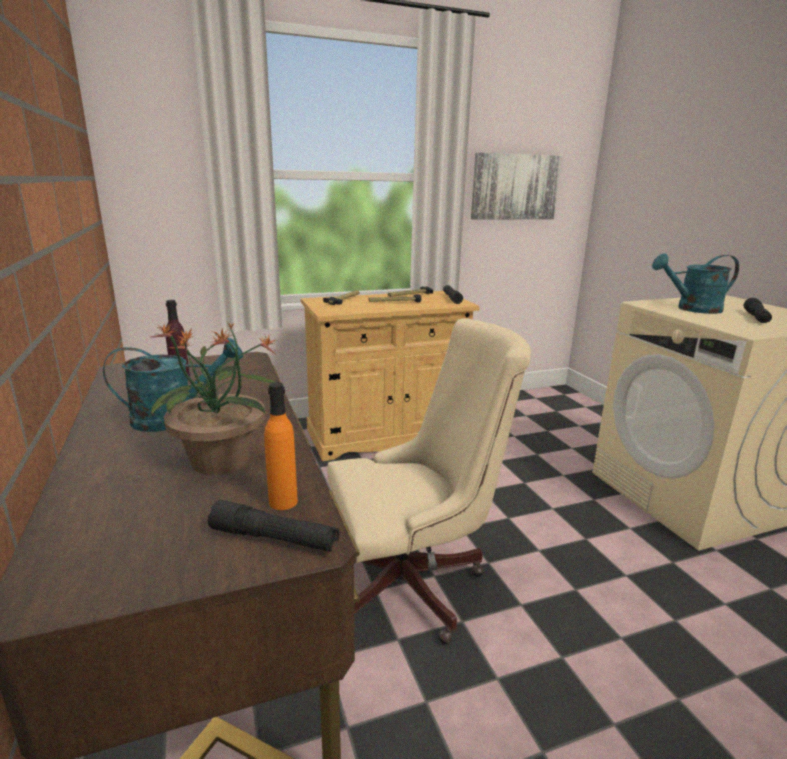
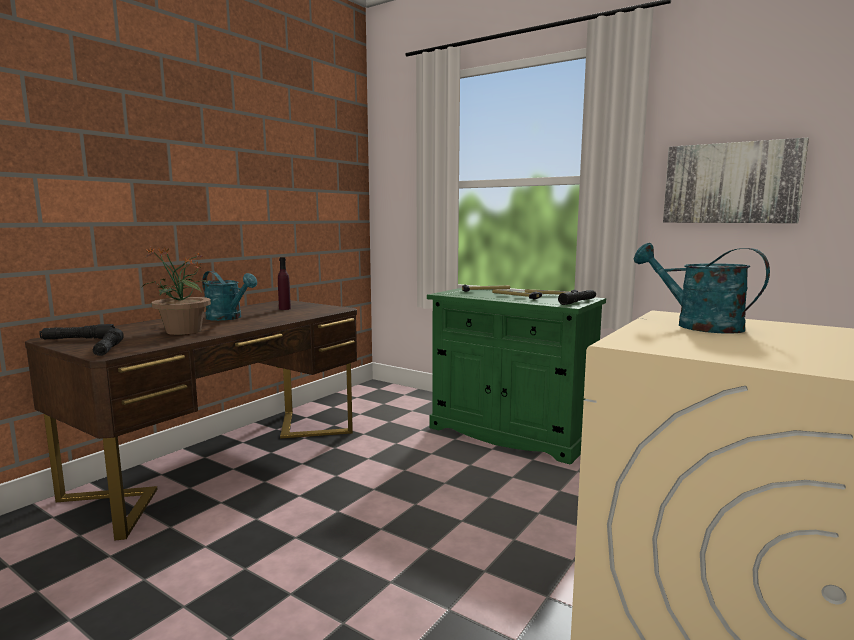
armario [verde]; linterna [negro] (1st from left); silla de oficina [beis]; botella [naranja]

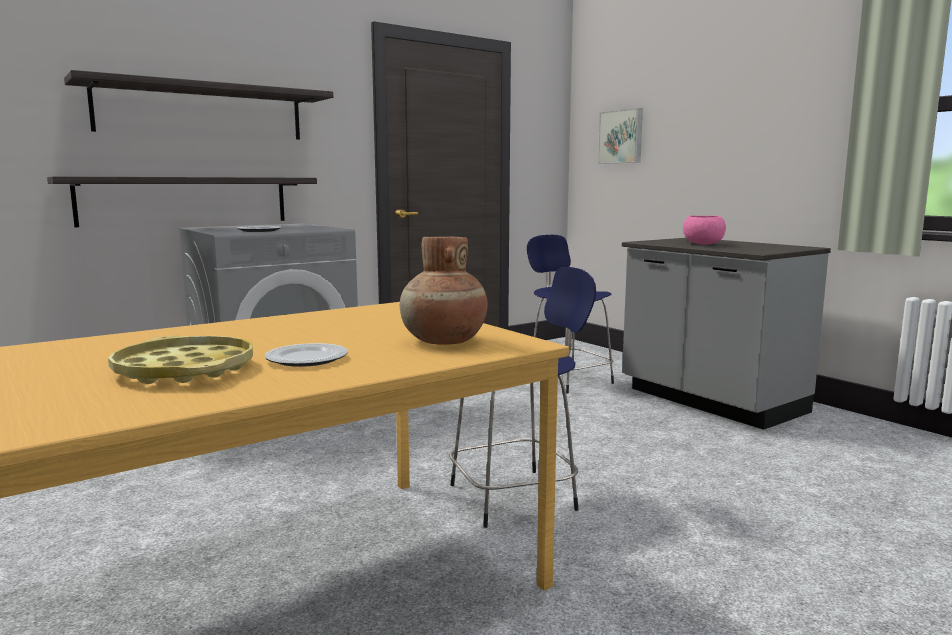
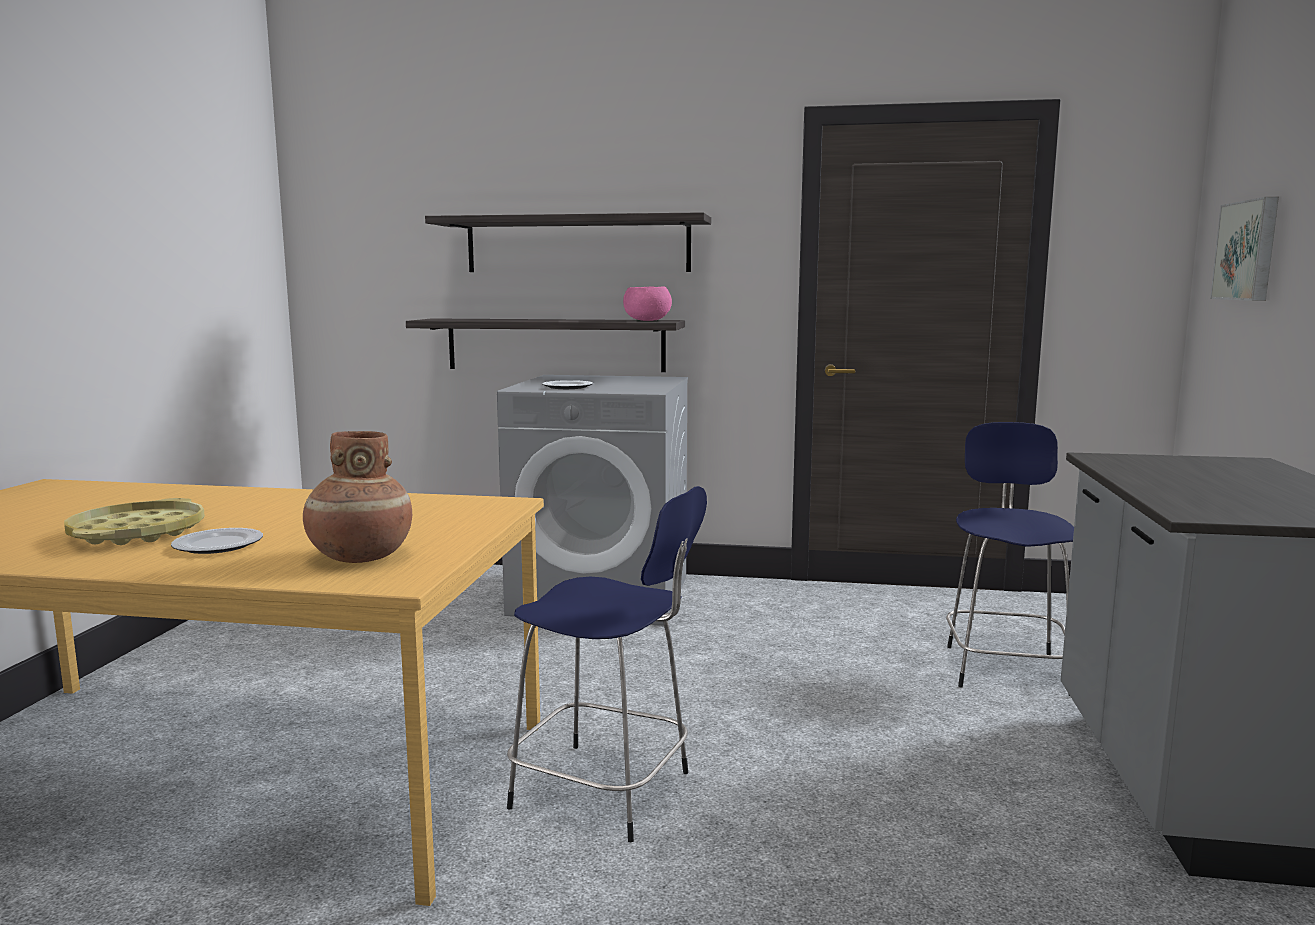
cuenco [rosa]

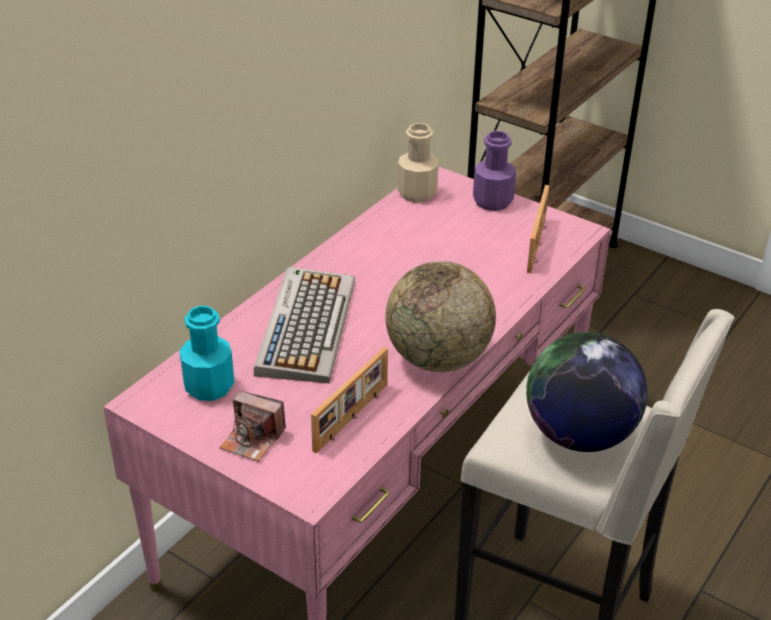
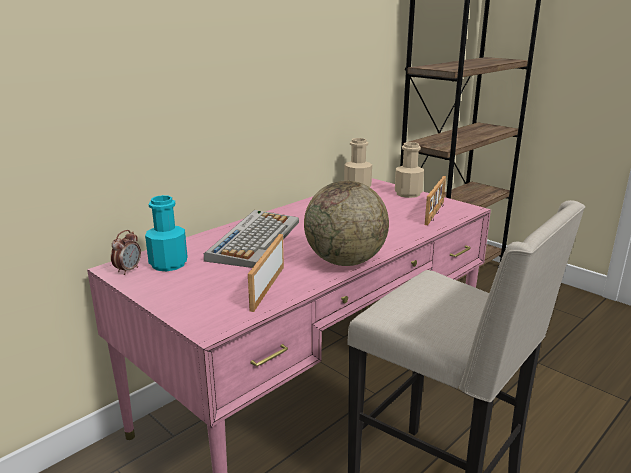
botella [beis] (2nd from left); globo terráqueo (2nd from left in the first image); portarretratos (1st from left); cámara; despertador

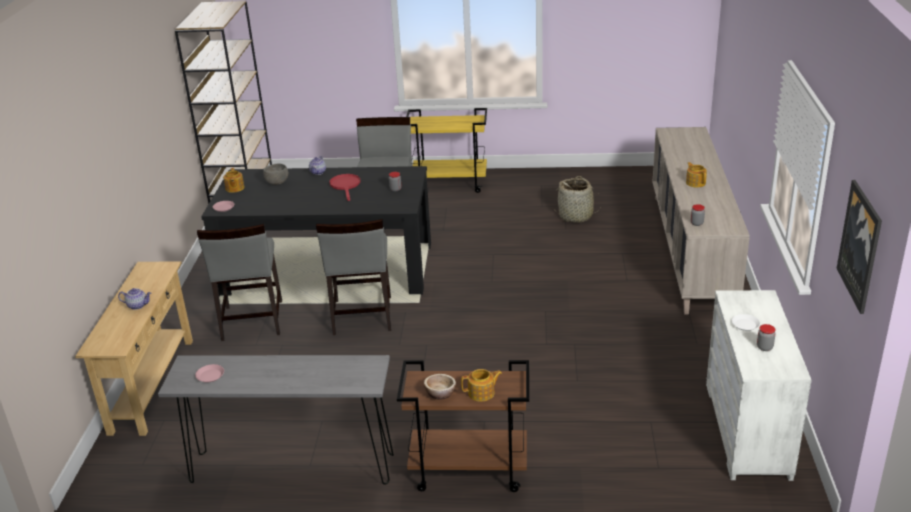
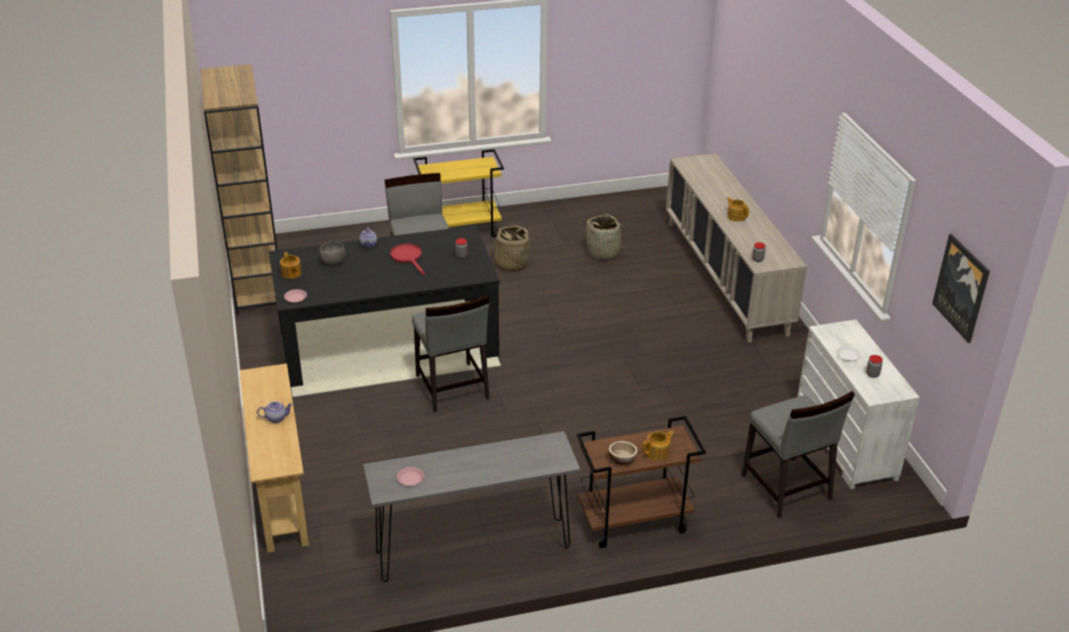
silla [gris] (3rd from left); cesta (1st from left)

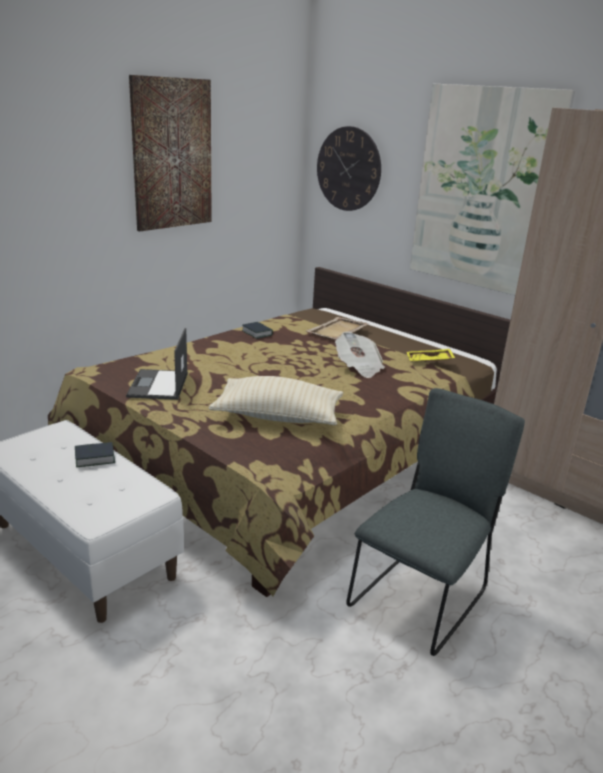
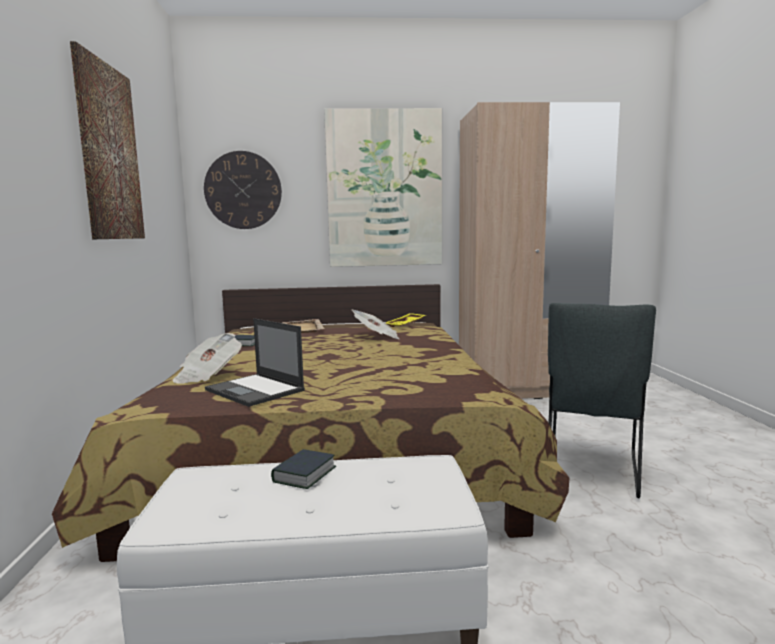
cojín [beis]; silla [gris]; periódico (1st from left)

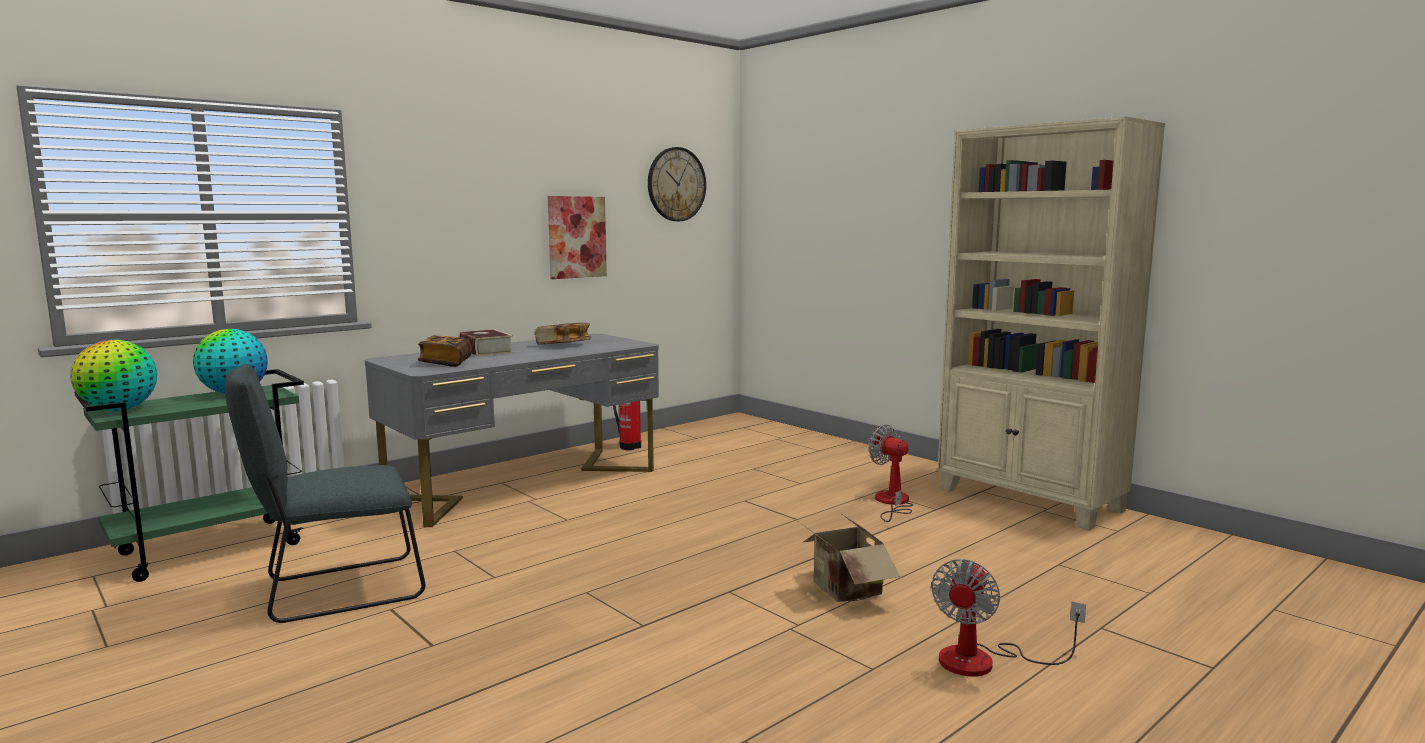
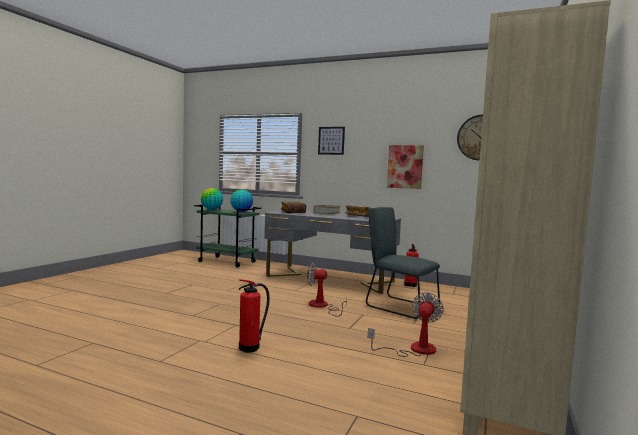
silla [gris]; extintor (1st from left); ventilador (1st from left); cuadro (1st from left)

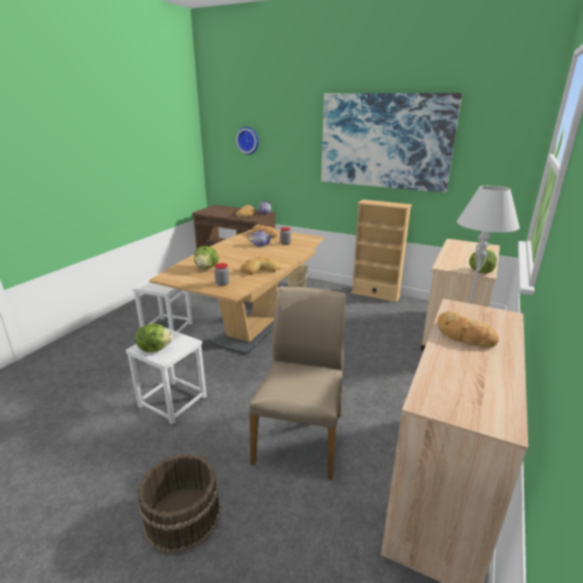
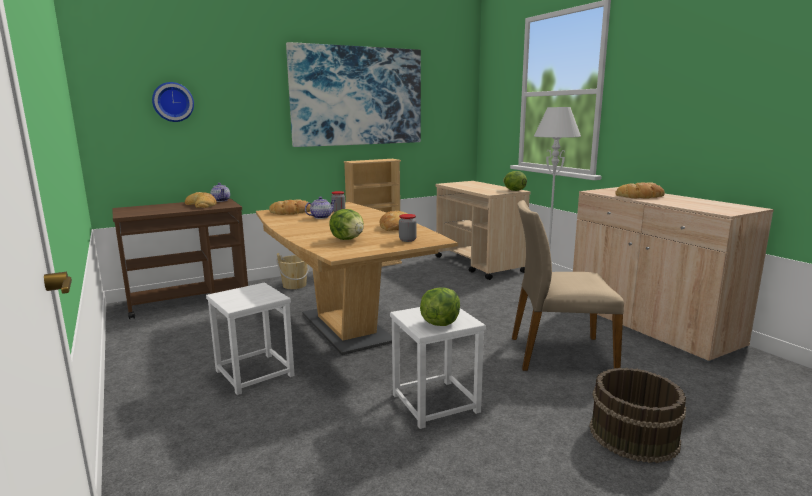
silla [beis]

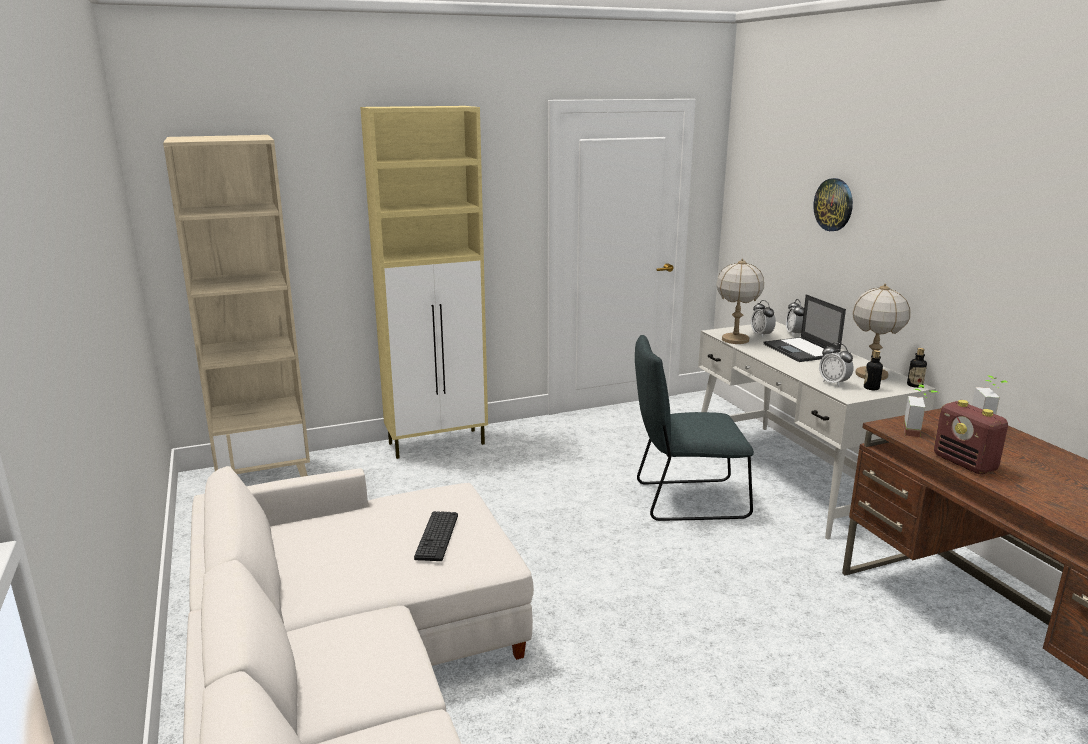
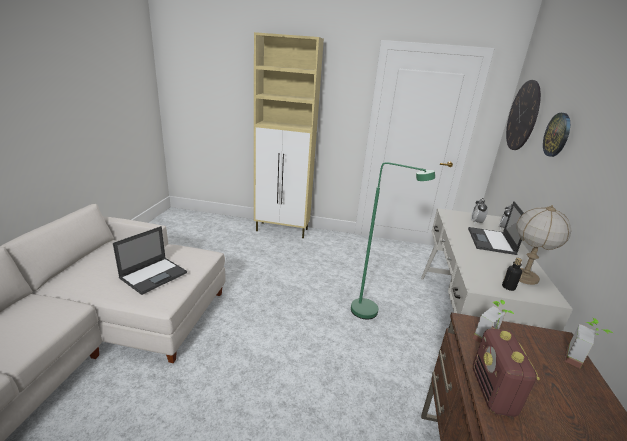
estantería [beis]; lámpara de mesa (1st from left in the first image); lámpara de pie [verde]; despertador (3rd from left in the first image); botella (2nd from left in the first image); portátil (1st from left); reloj de pared (1st from left)

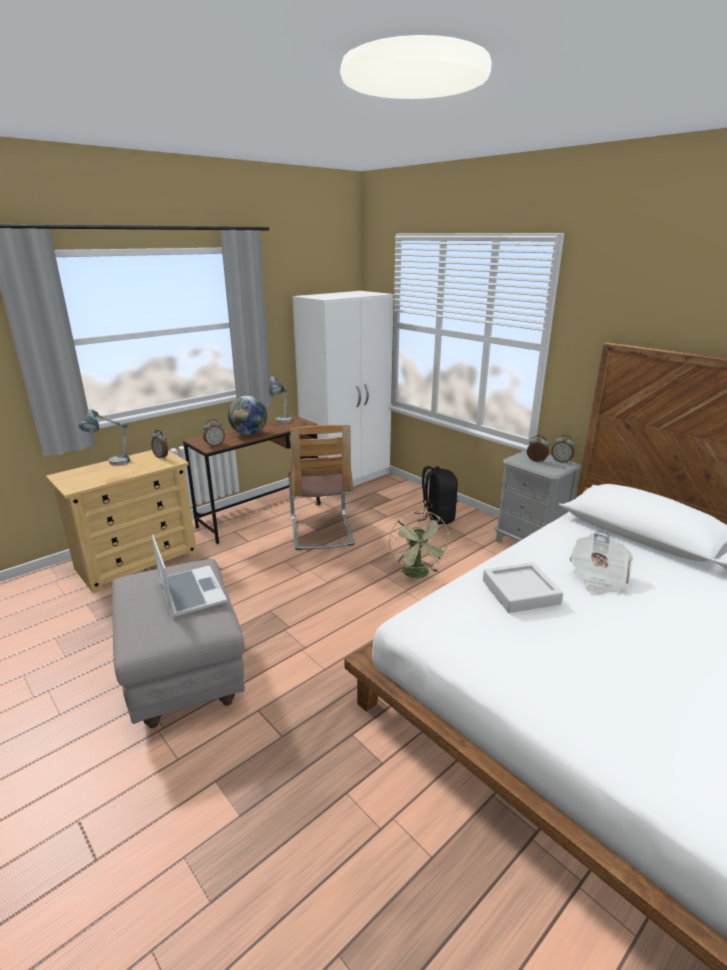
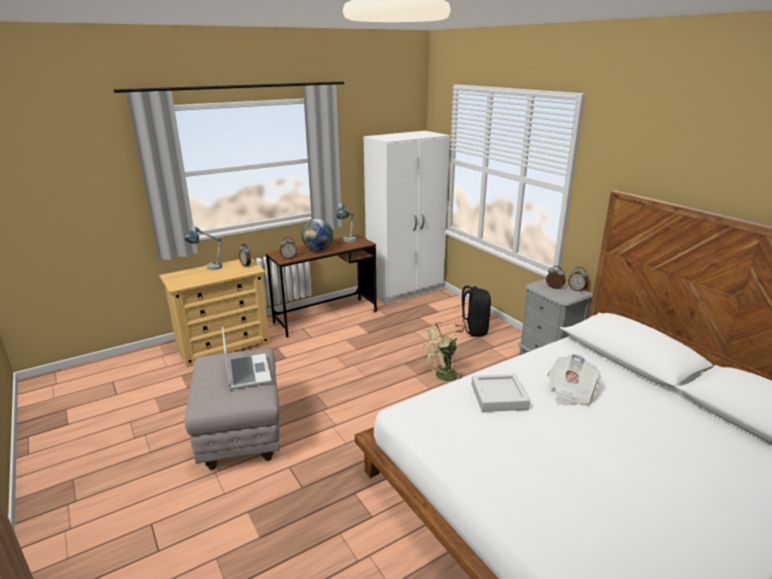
silla; ventilador [verde]

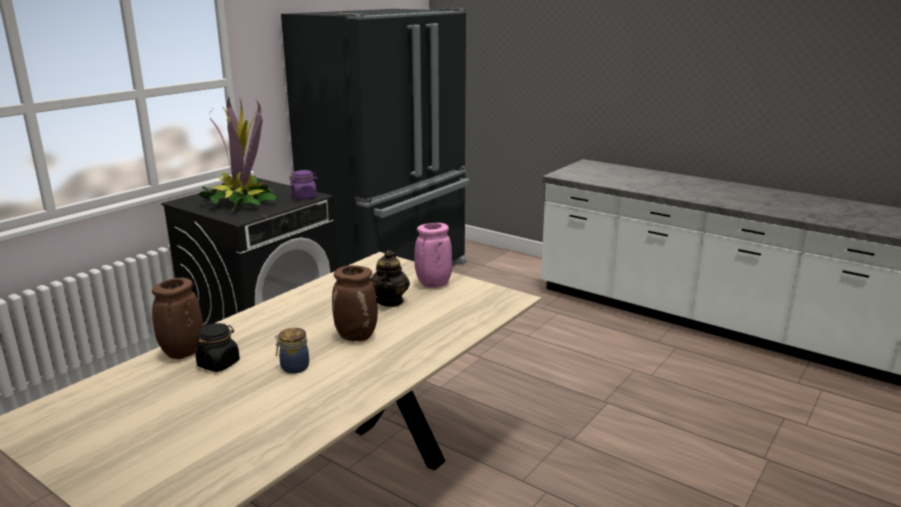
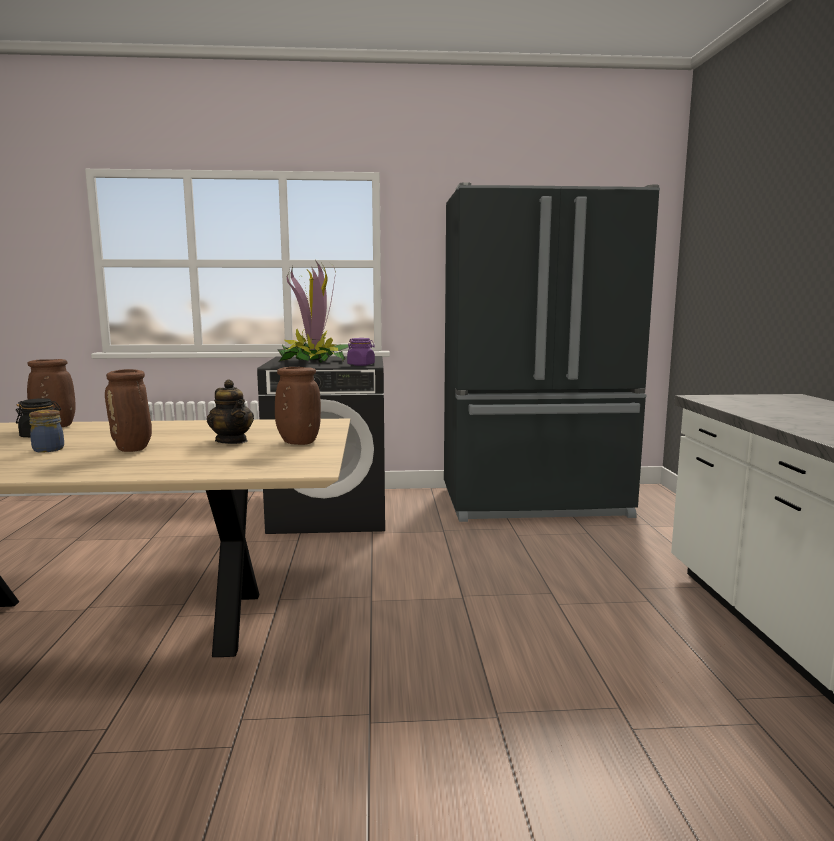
florero [marrón] (3rd from left); tetera

